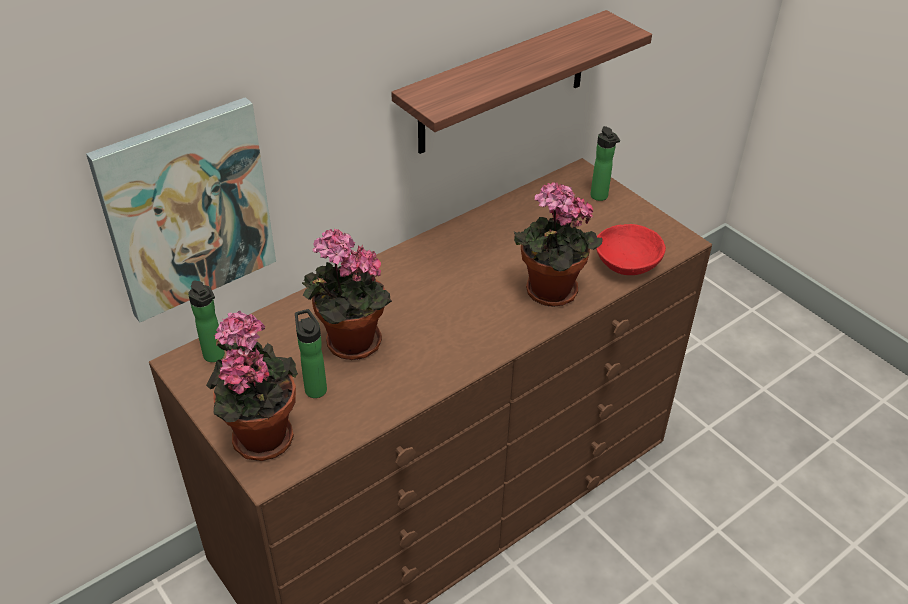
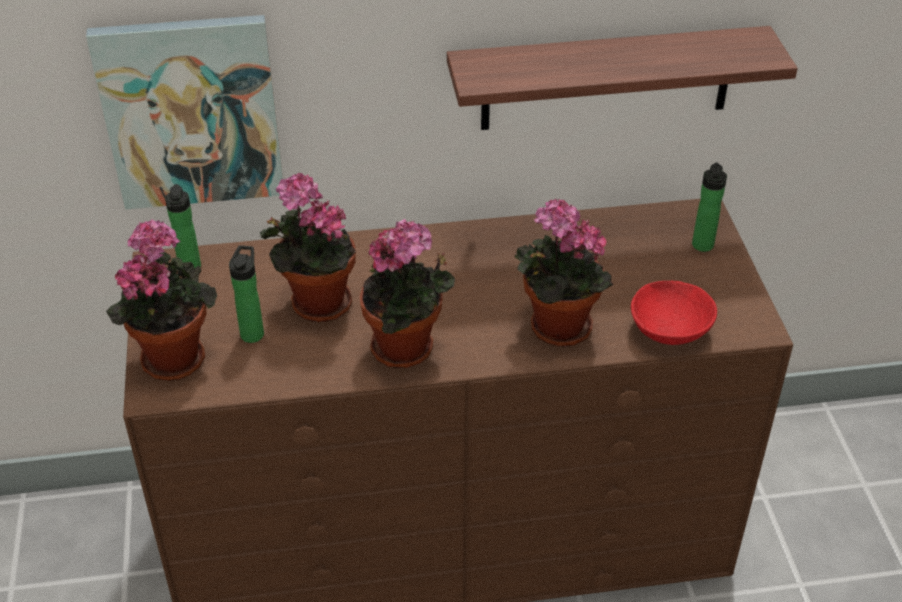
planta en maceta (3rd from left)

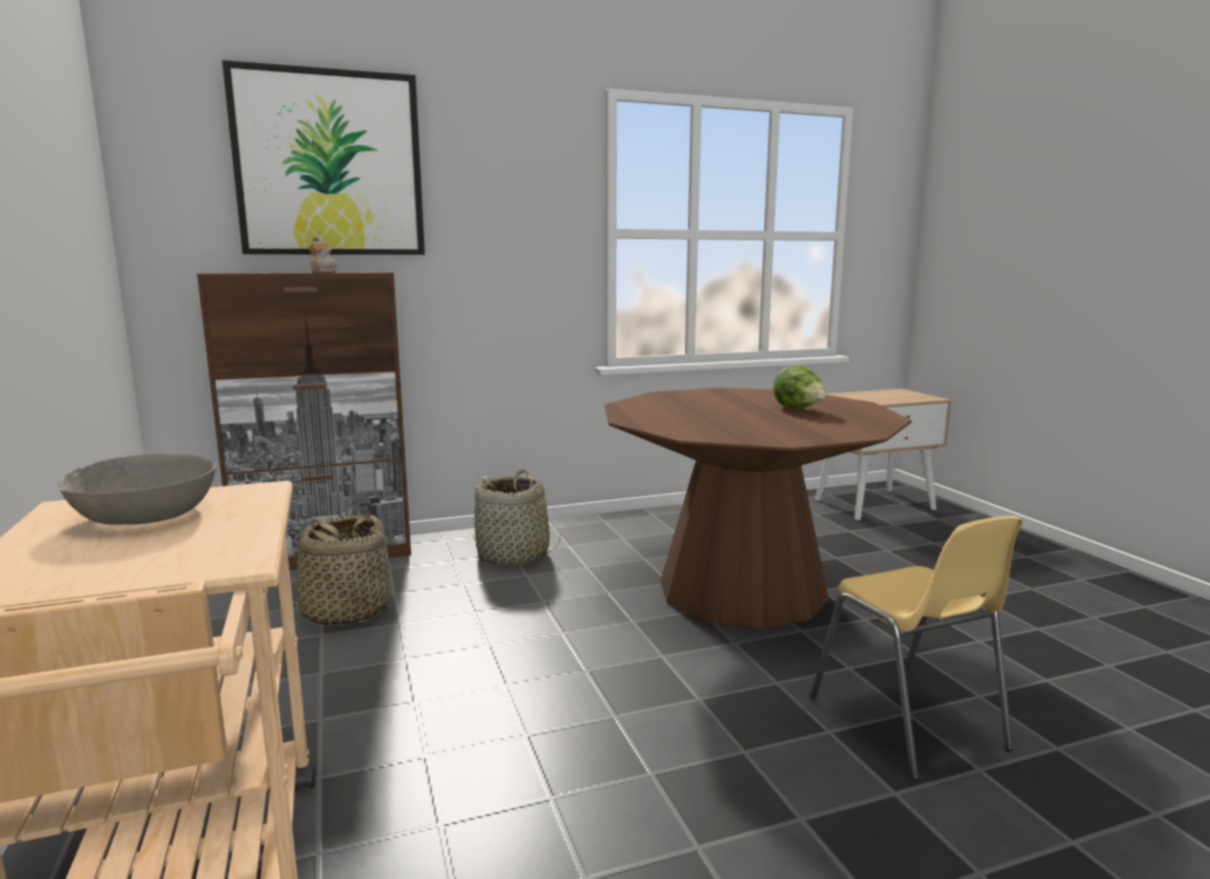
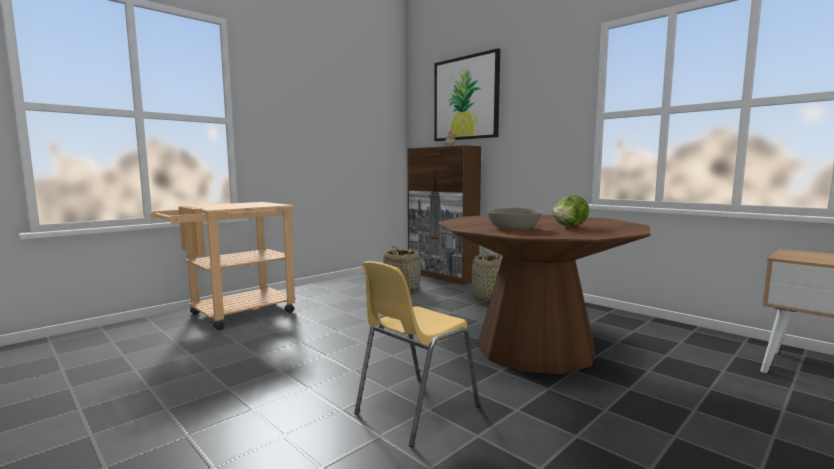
cuenco [gris]

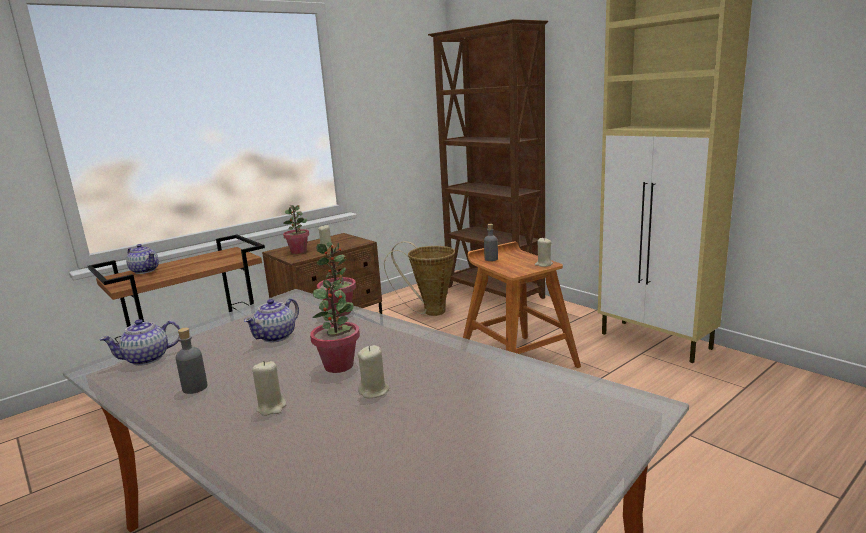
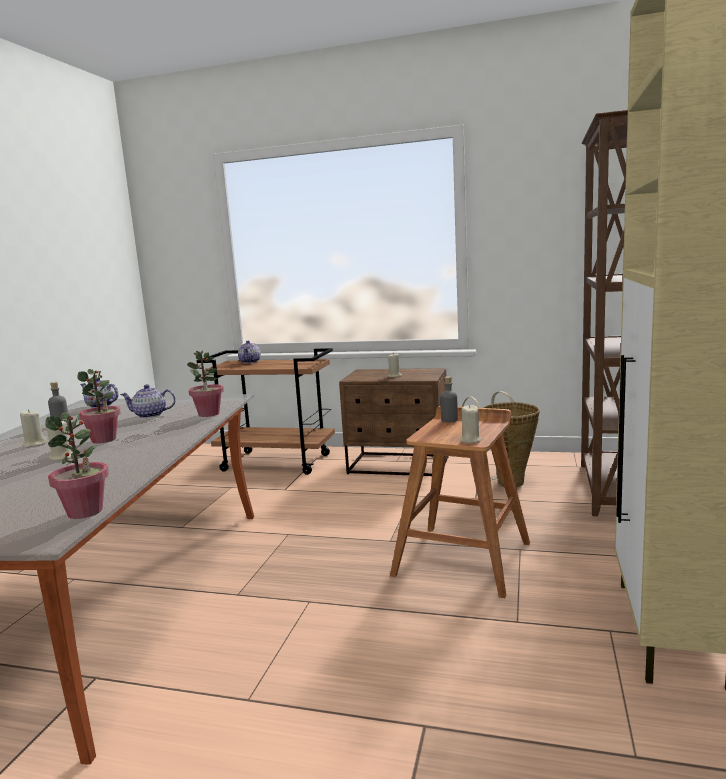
planta en maceta (1st from left)

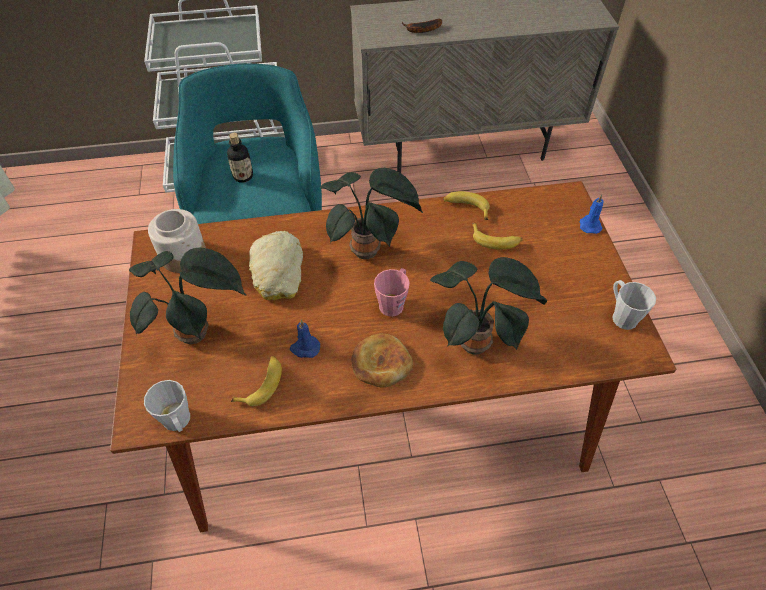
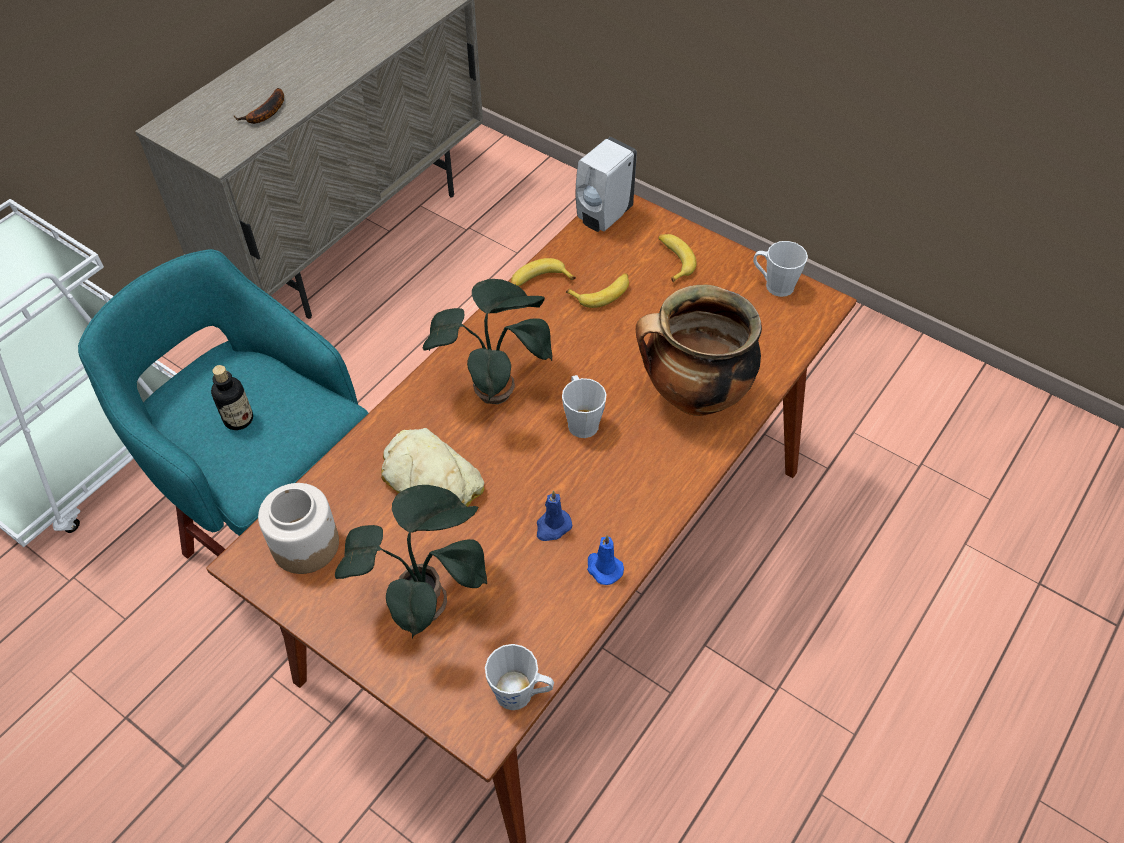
vela [azul] (2nd from left); olla; taza grande [gris] (2nd from left); pan (2nd from left in the first image); plátano (4th from left); dispensador de jabón [blanco]

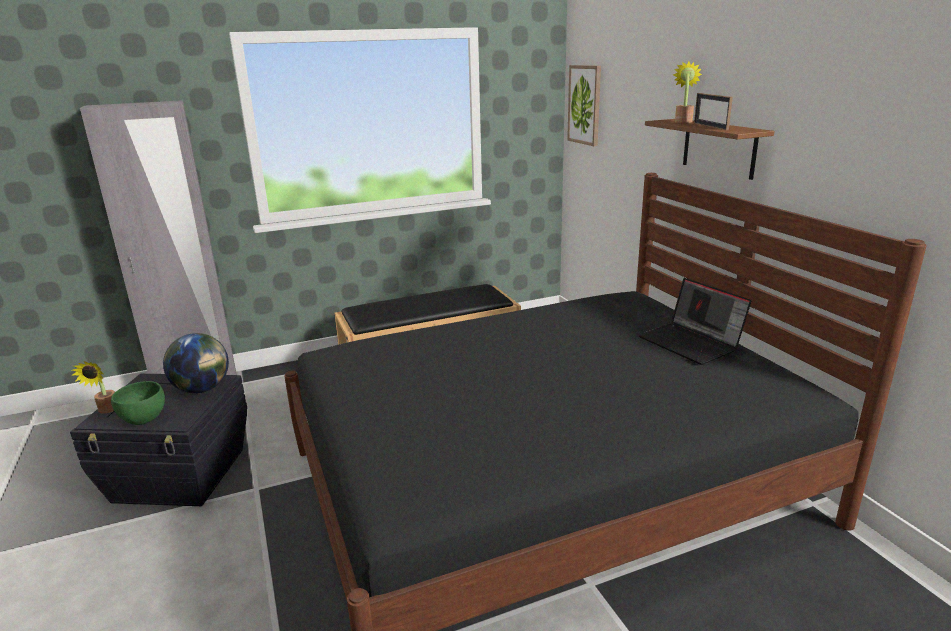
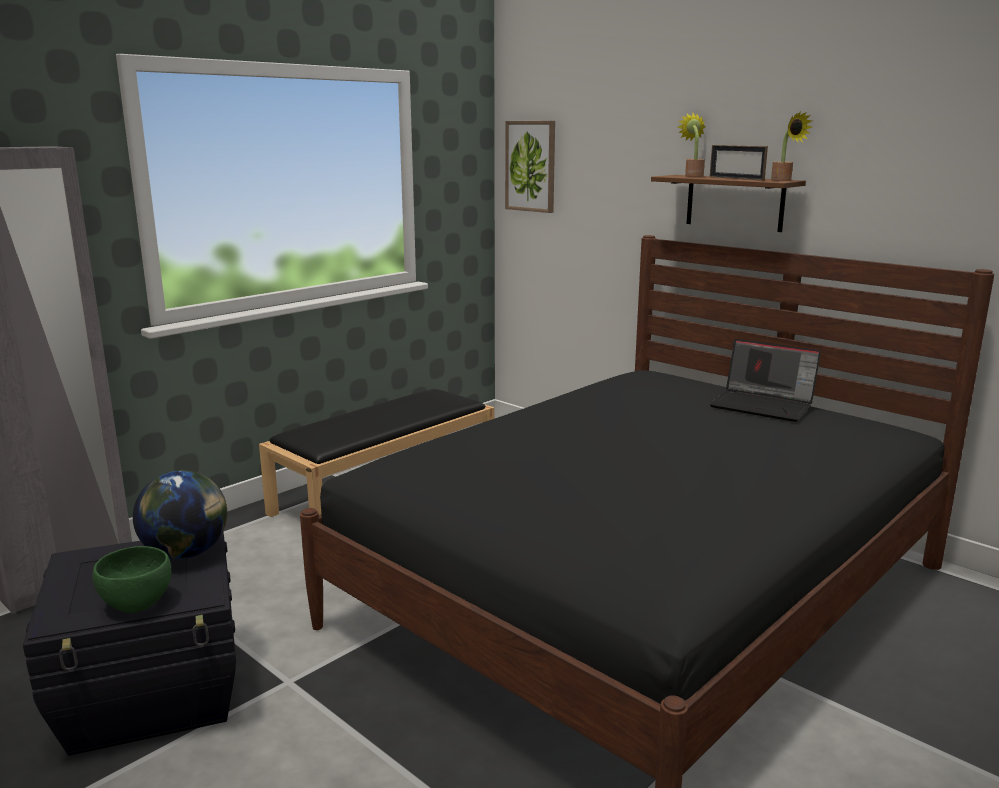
planta en maceta (2nd from left)

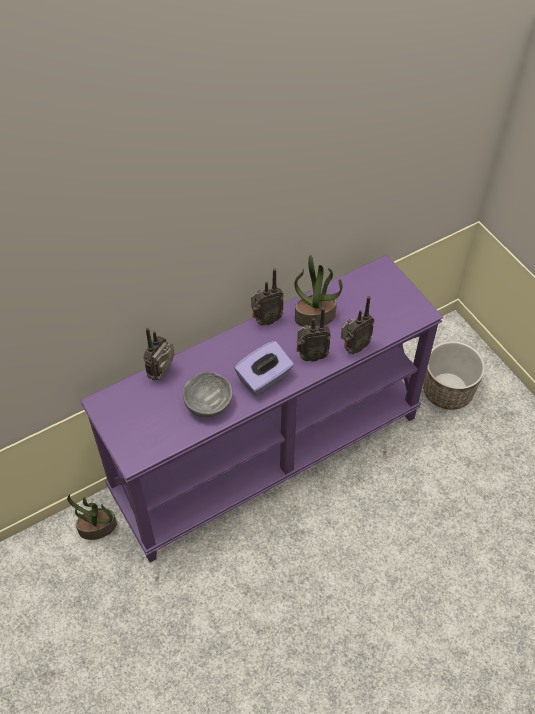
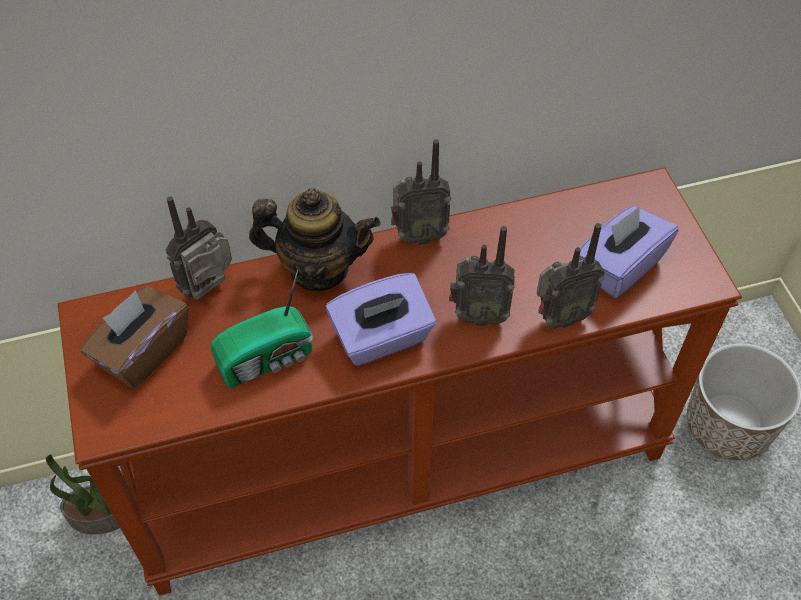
mesa consola [marrón]; planta en maceta (2nd from left in the first image); radio (2nd from left); tetera; caja de pañuelos [morado] (2nd from left); caja de pañuelos [marrón]

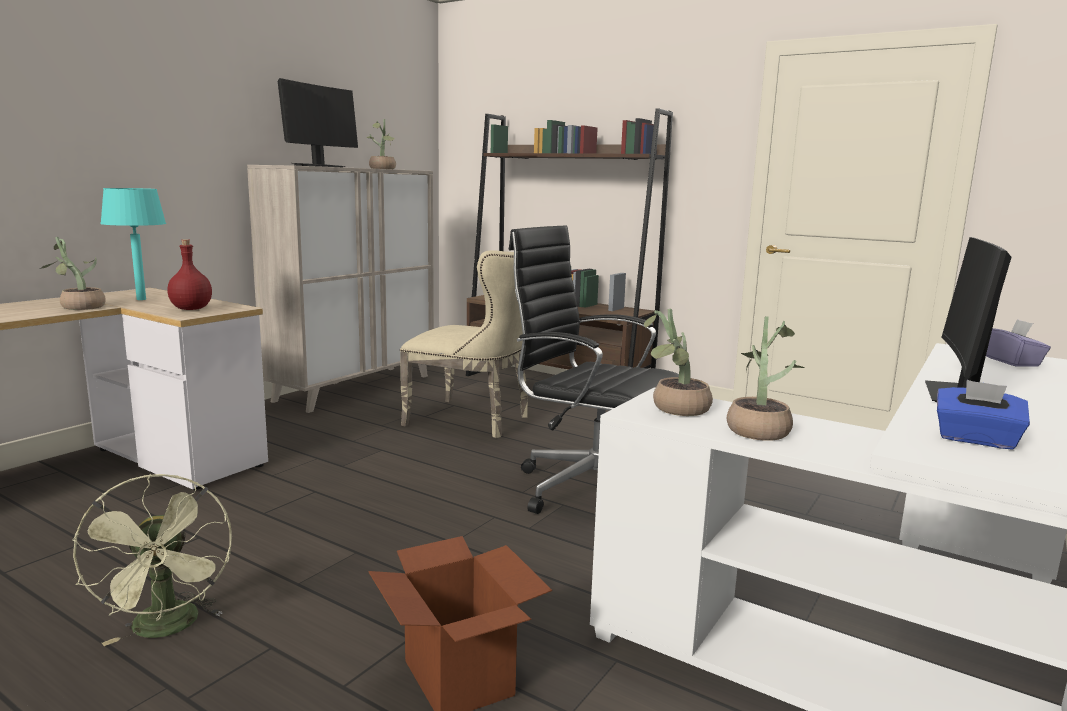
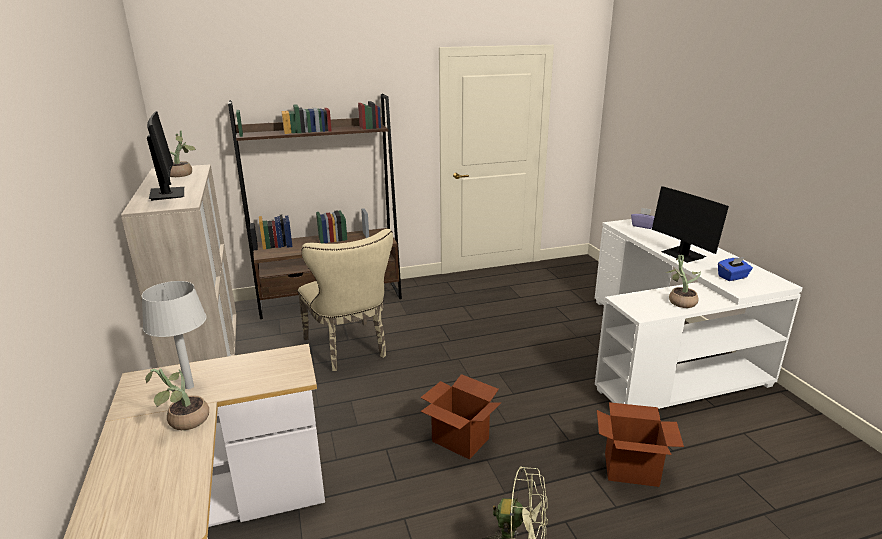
lámpara de mesa [gris]; silla de oficina [negro]; botella [rojo]; silla [beis]; planta en maceta (3rd from left in the first image); caja de cartón (1st from left)

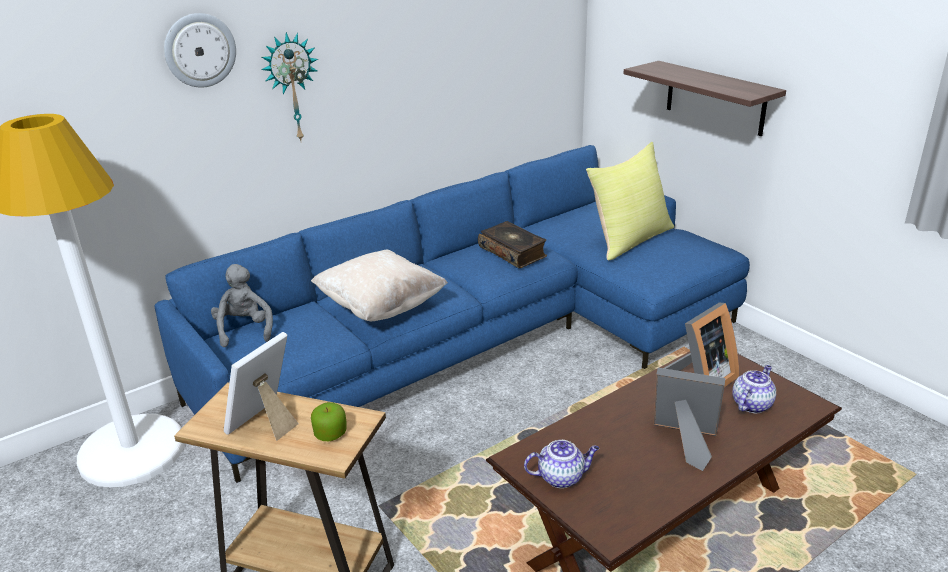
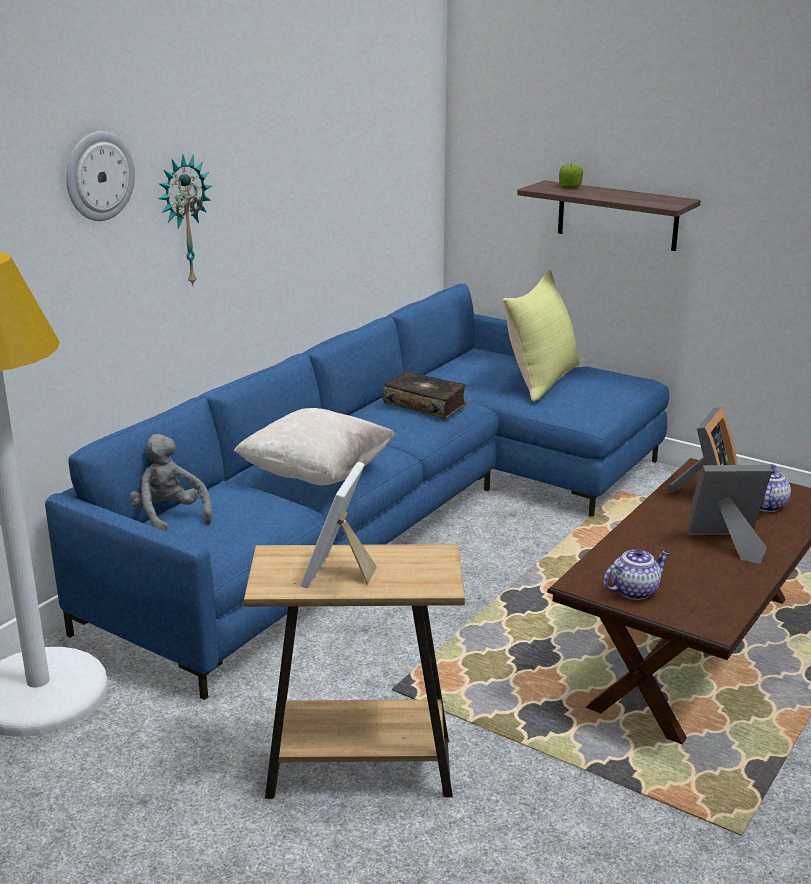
manzana

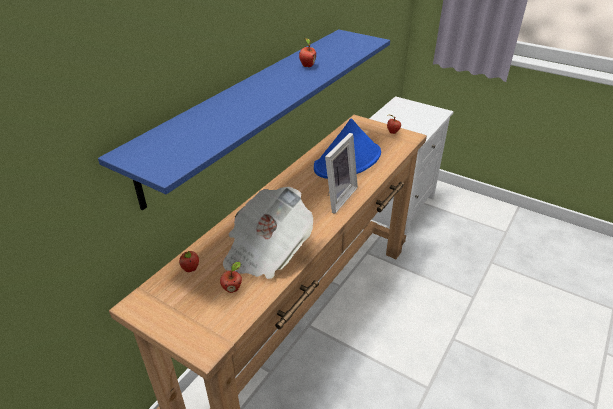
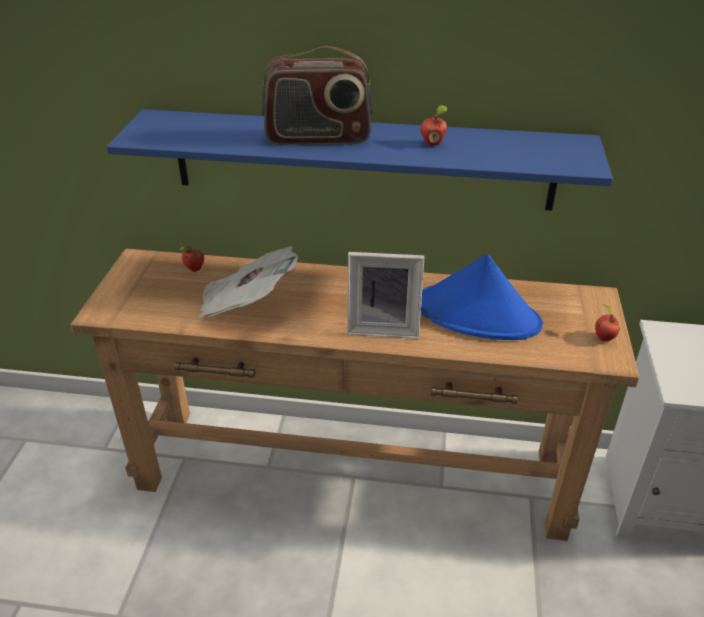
manzana (2nd from left in the first image); radio

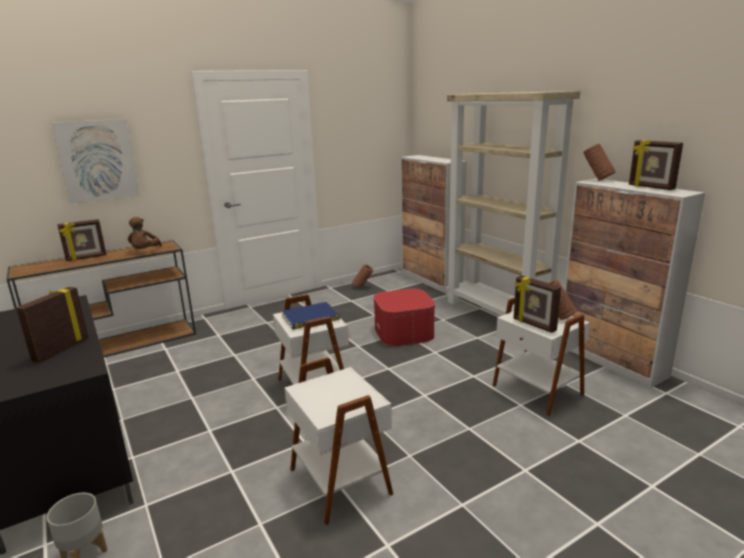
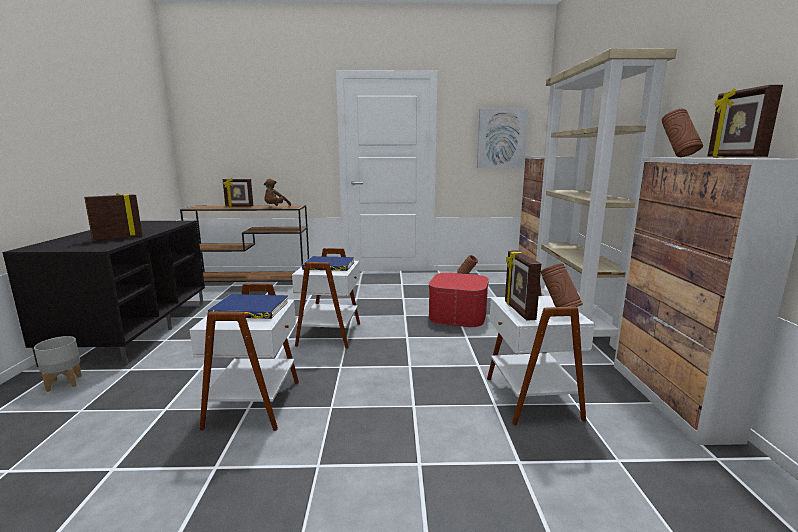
cuadro; libro [azul] (1st from left)

